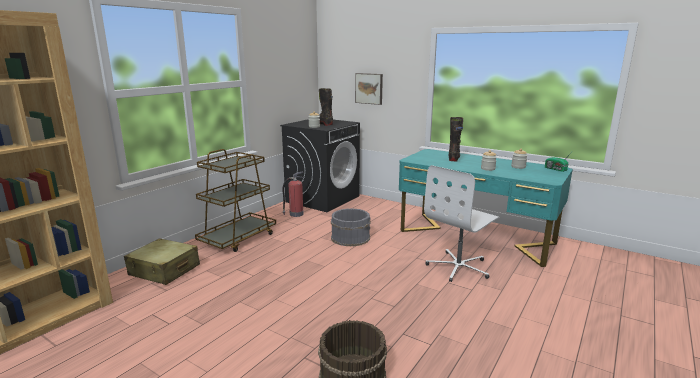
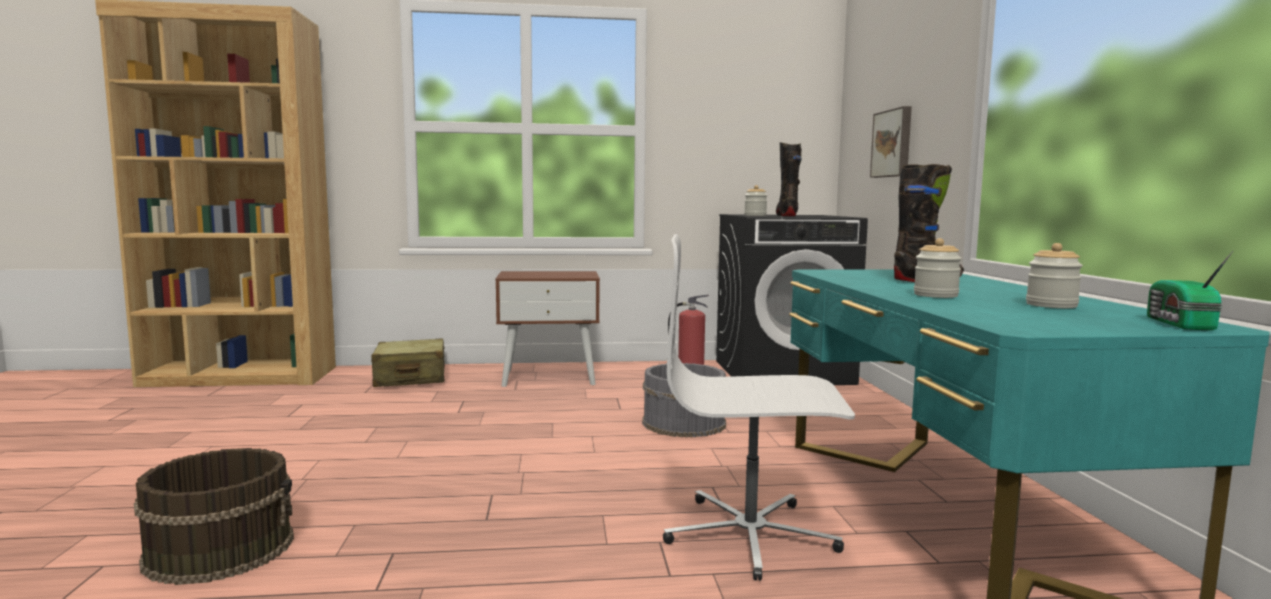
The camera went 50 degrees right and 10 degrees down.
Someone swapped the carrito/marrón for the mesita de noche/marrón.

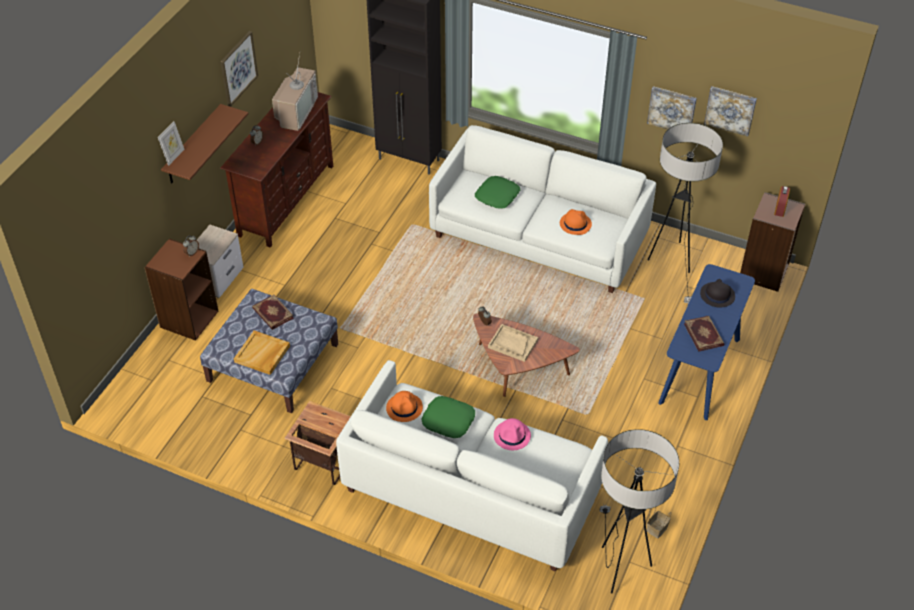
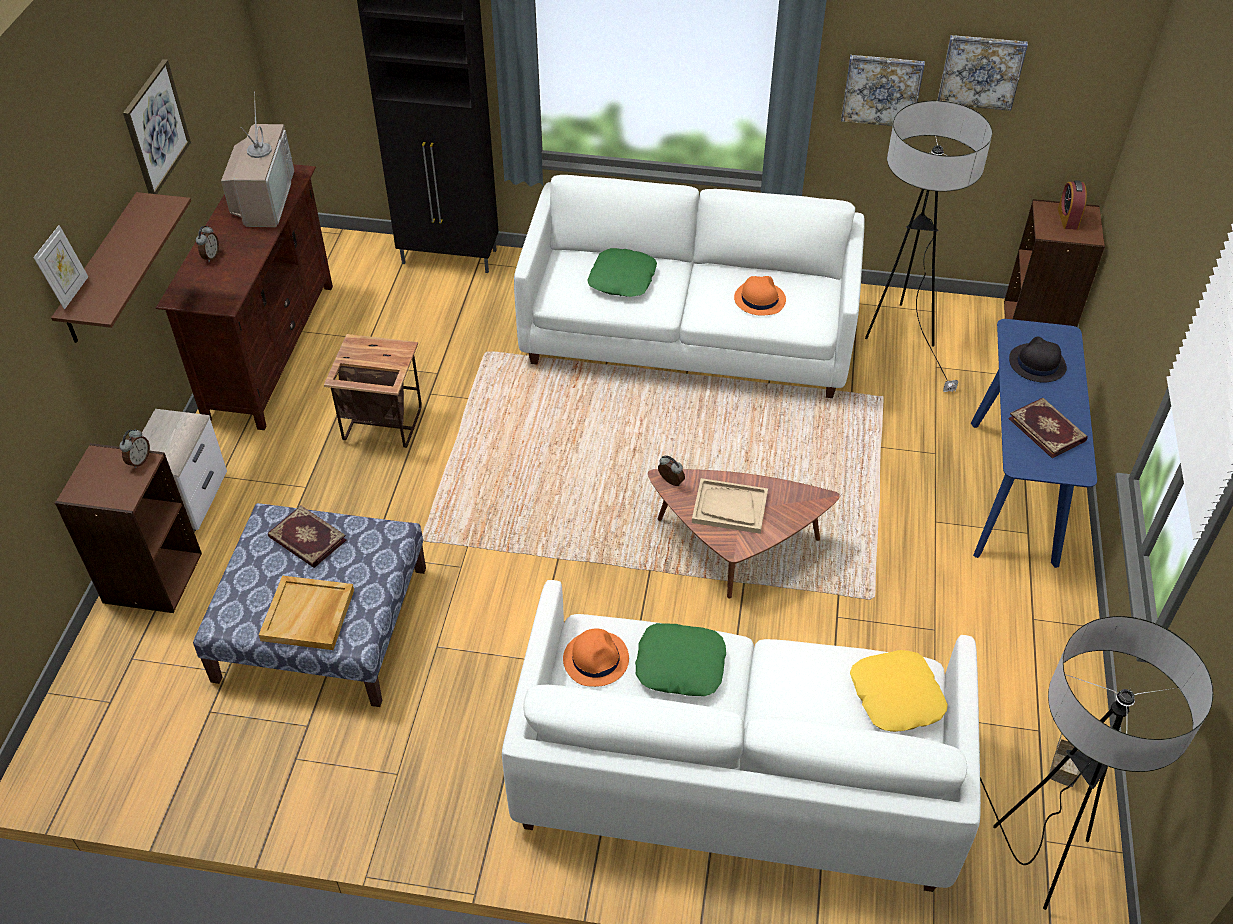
The camera went 15 degrees left and 0 degrees up.
Someone carried the mesa auxiliar.
Someone took away the sombrero/rosa.
Someone put down the cojín/amarillo.

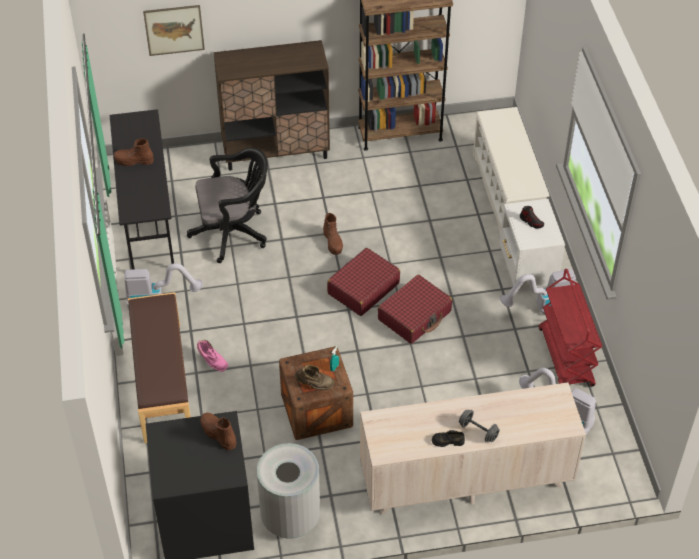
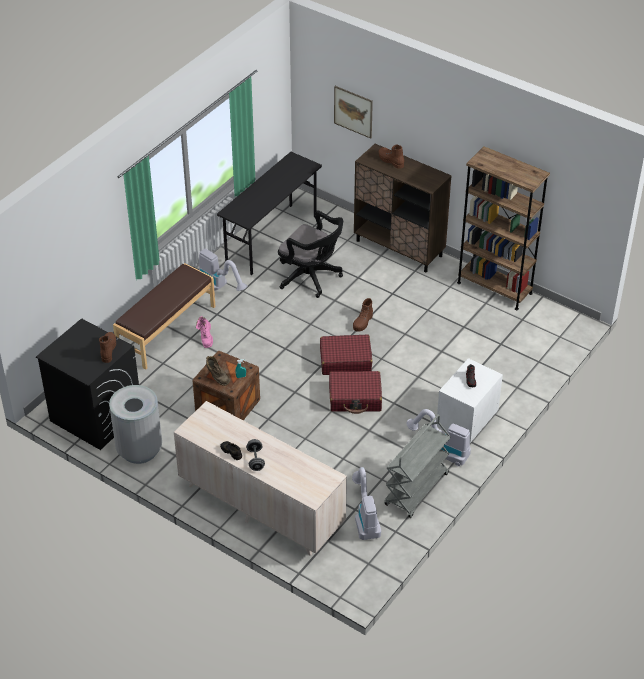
The camera went 45 degrees right and 5 degrees down.
Someone took away the zapatero/blanco.
Someone carried the bota/marrón (1st from left in the first image).
Someone repainted the carrito/rojo, which became the carrito/gris.

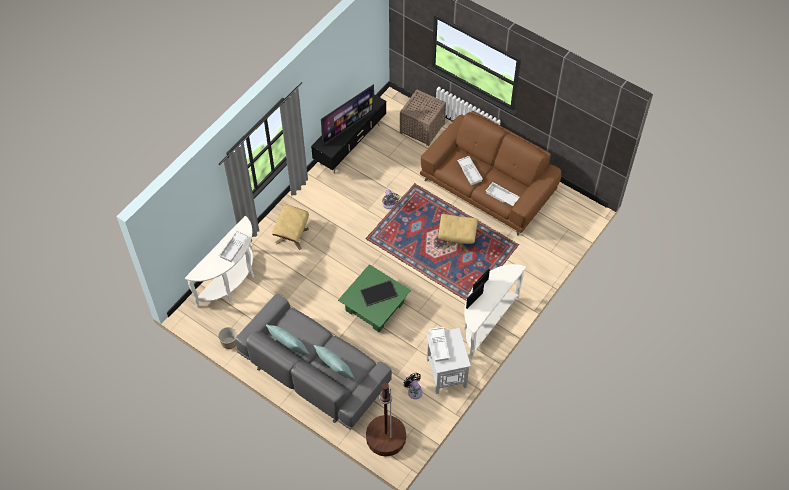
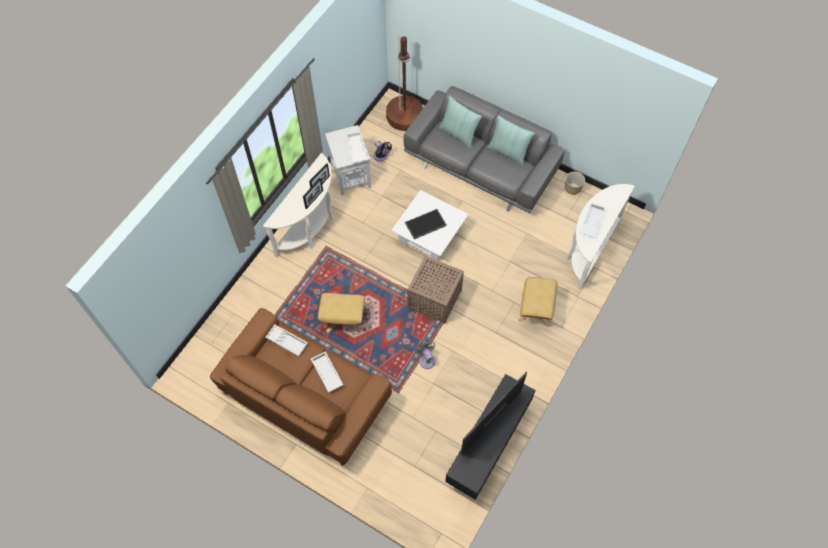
The camera went 175 degrees right and 5 degrees up.
Someone carried the mesa auxiliar/marrón.
Someone repainted the mesa de centro/verde, which became the mesa de centro/blanco.

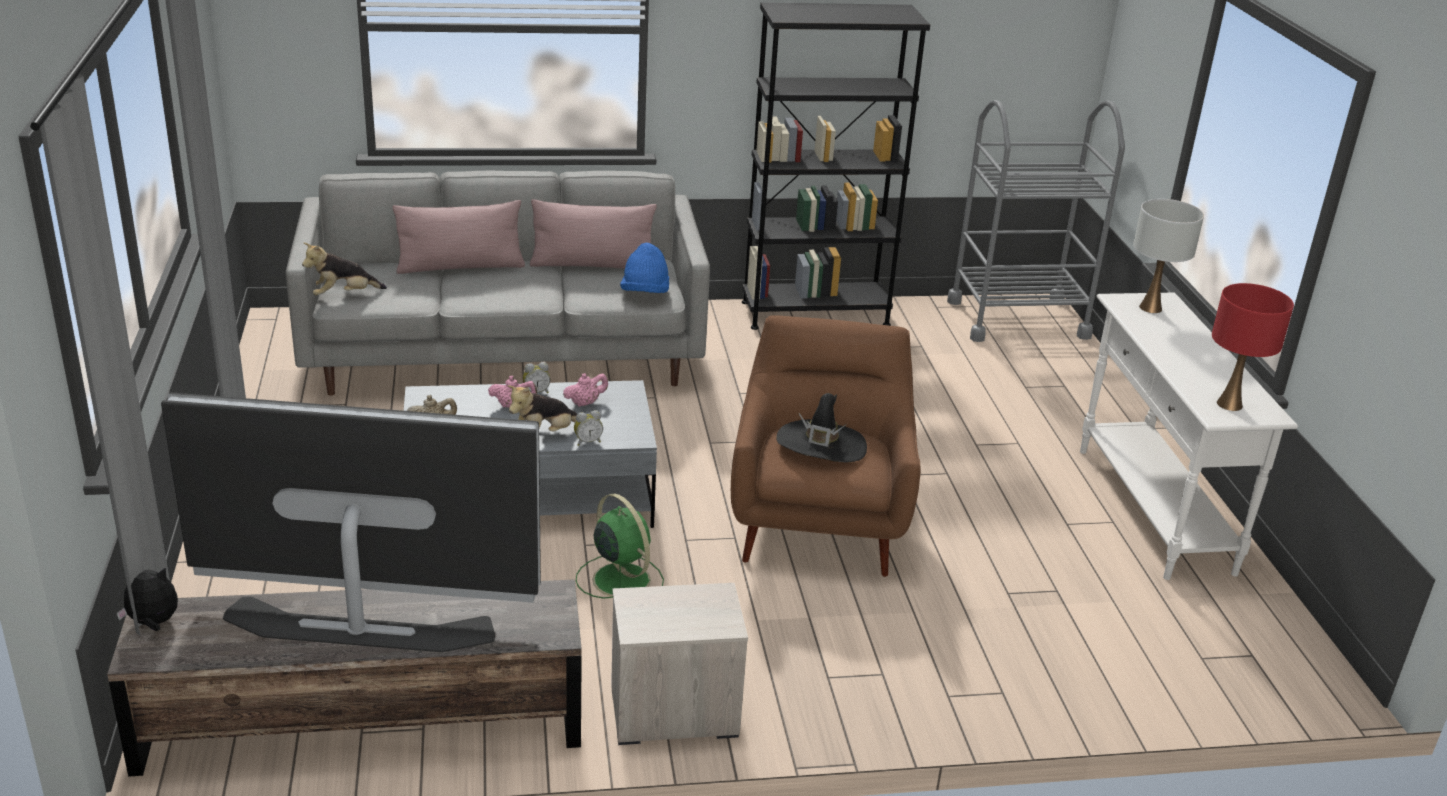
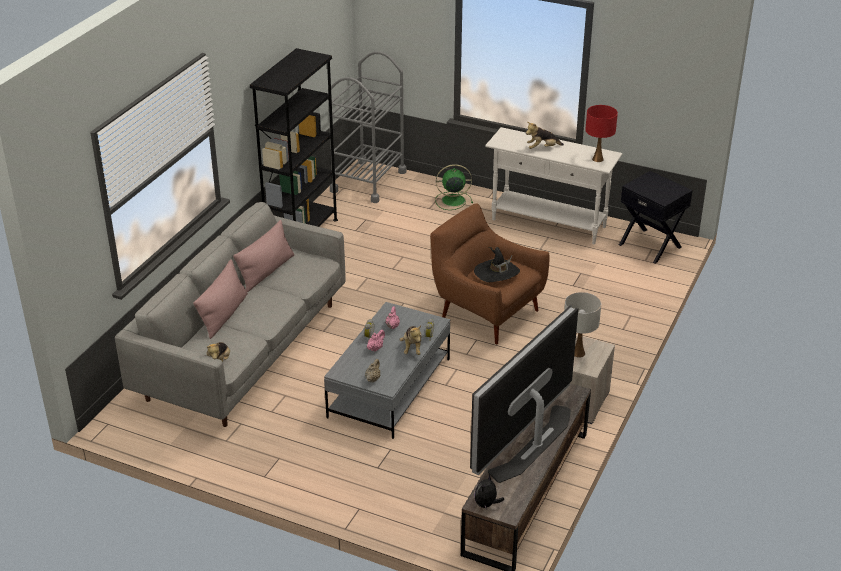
The camera went 55 degrees left and 5 degrees up.
Someone carried the lámpara de mesa/blanco.
Someone took away the sombrero/azul.
Someone carried the ventilador/verde.
Someone put down the peluche (4th from left).
Someone put down the mesa auxiliar/negro.

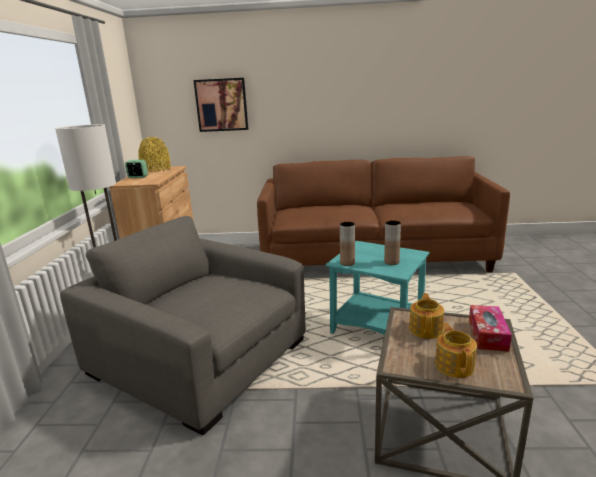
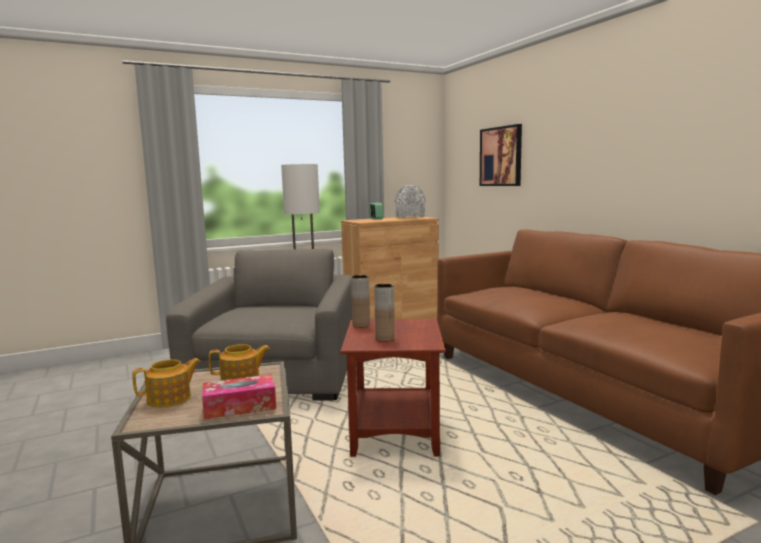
The camera went 60 degrees right and 10 degrees down.
Someone repainted the florero/amarillo, which became the florero/gris.
Someone repainted the mesa auxiliar/turquesa, which became the mesa auxiliar/marrón (2nd from left).

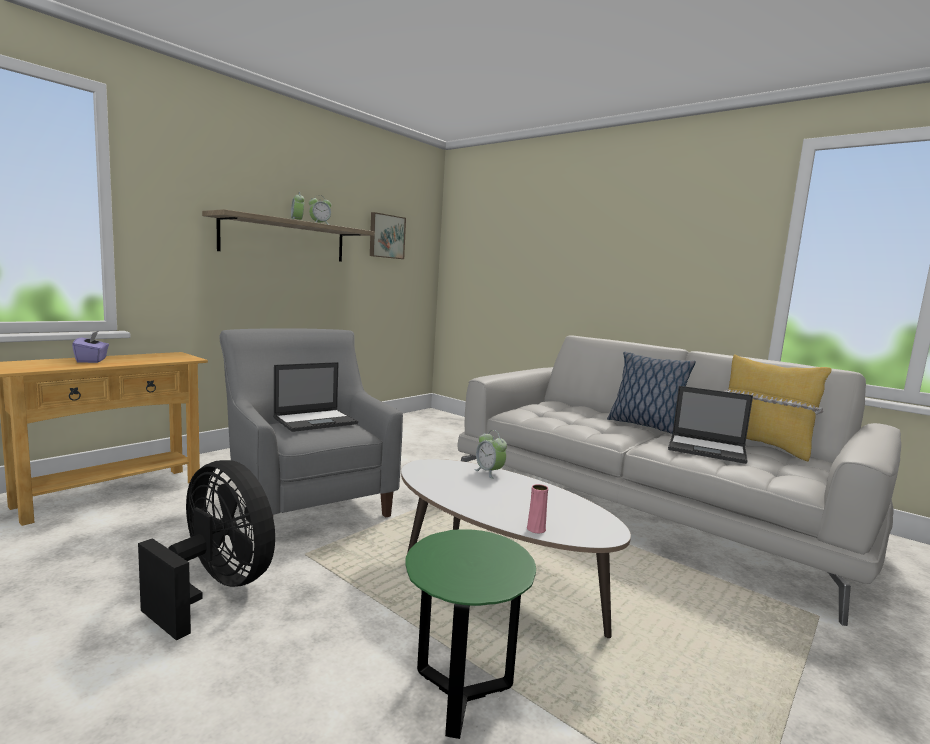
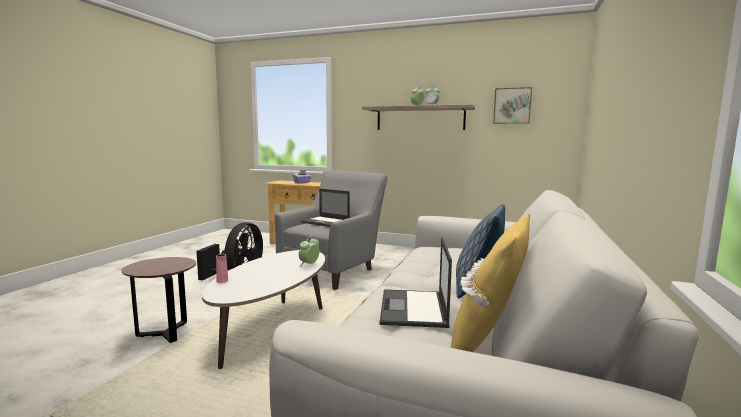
The camera went 70 degrees right and 0 degrees up.
Someone repainted the mesa auxiliar/verde, which became the mesa auxiliar/marrón.

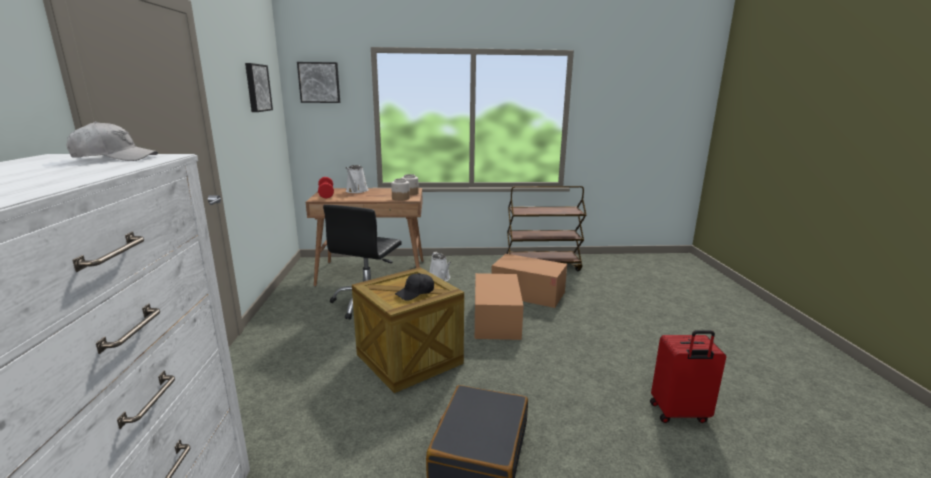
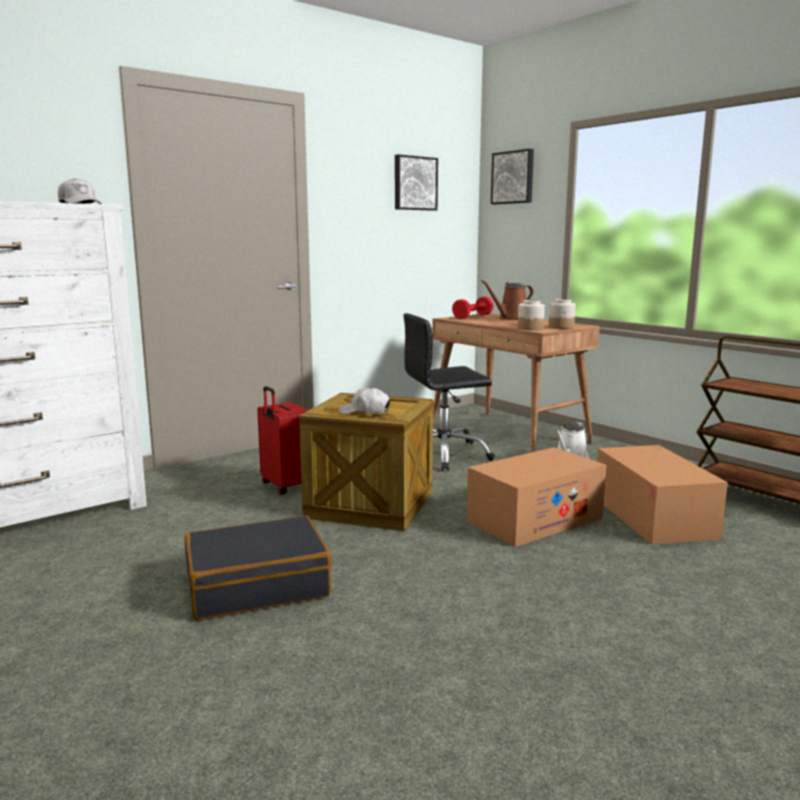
The camera went 55 degrees right and 5 degrees down.
Someone repainted the regadera/blanco (1st from left), which became the regadera/marrón.
Someone repainted the gorra/negro, which became the gorra/blanco (2nd from left).
Someone carried the maleta/rojo.

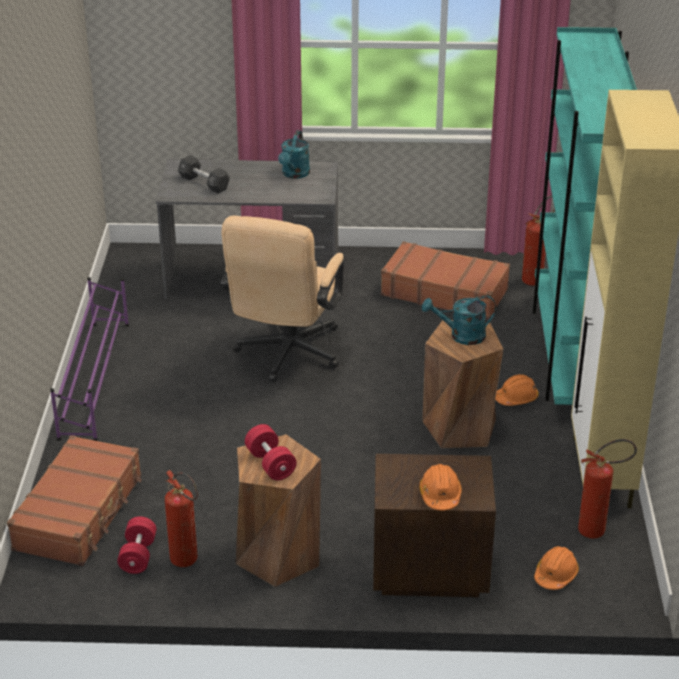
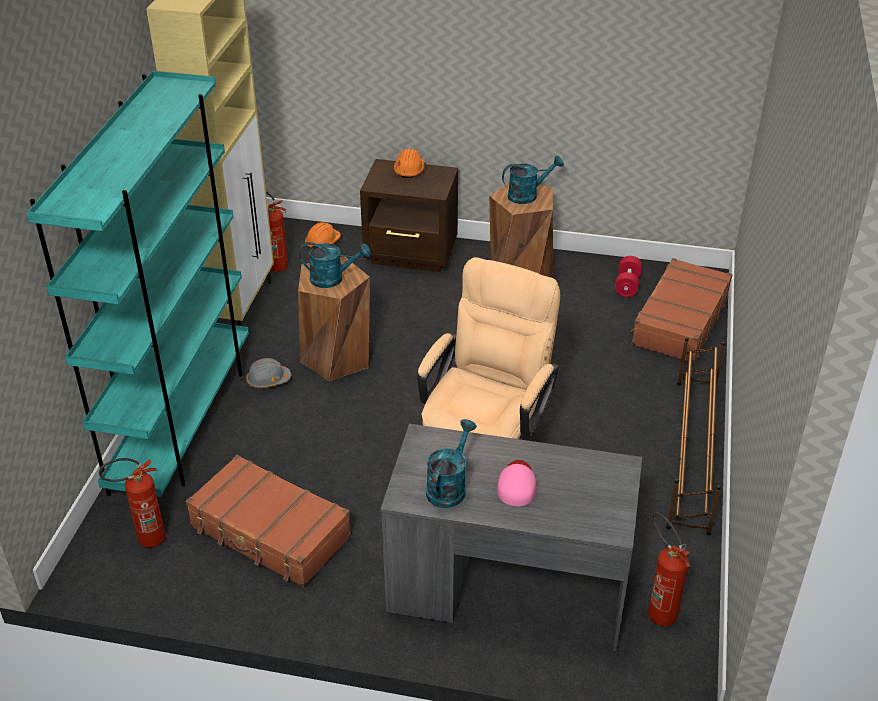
The camera went 170 degrees left and 5 degrees up.
Someone took away the mancuerna/negro.
Someone repainted the zapatero/morado, which became the zapatero/marrón.
Someone repainted the casco/naranja (2nd from left), which became the casco/gris.
Someone swapped the mancuerna/rojo (2nd from left) for the regadera/turquesa (3rd from left).
Someone carried the extintor (1st from left in the first image).
Someone put down the gorra/rosa.

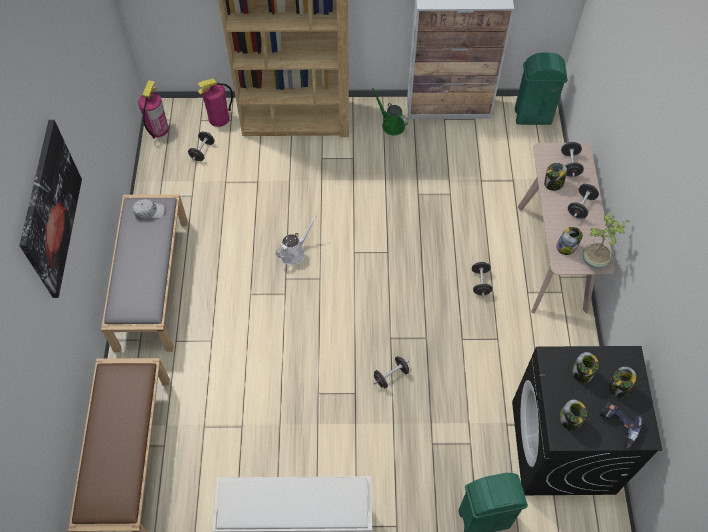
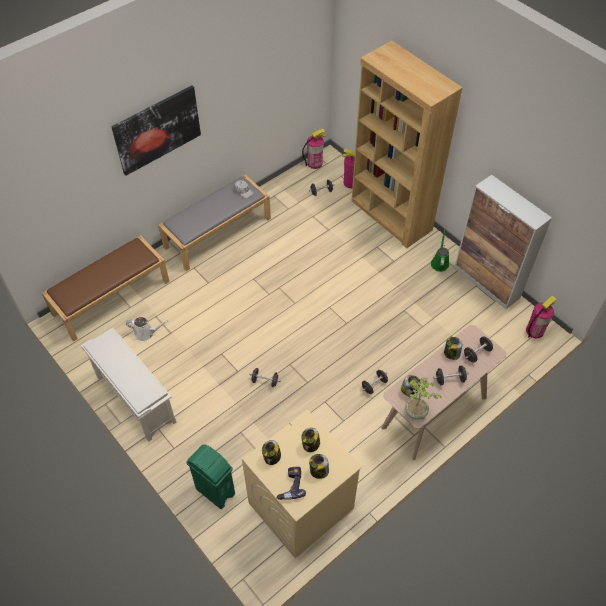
The camera went 50 degrees right and 5 degrees down.
Someone swapped the papelera/verde (2nd from left) for the extintor (3rd from left).
Someone carried the regadera/blanco.
Someone repainted the lavadora/negro, which became the lavadora/beis.

